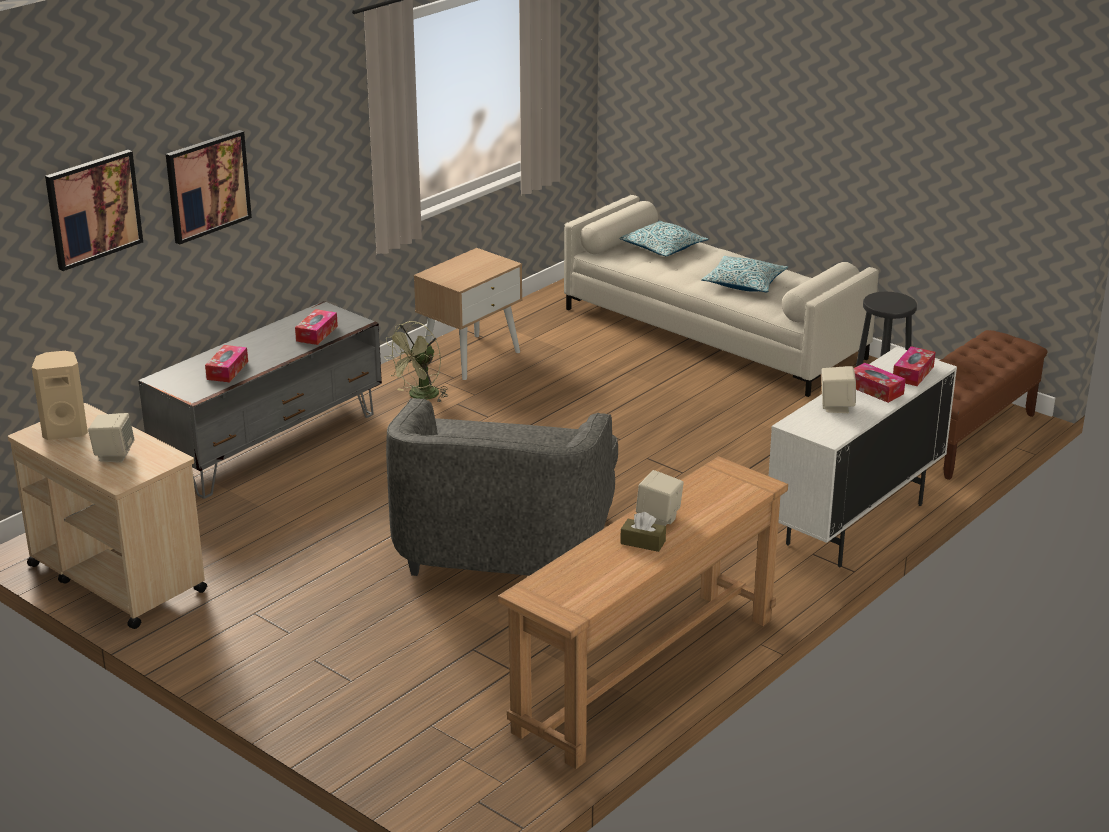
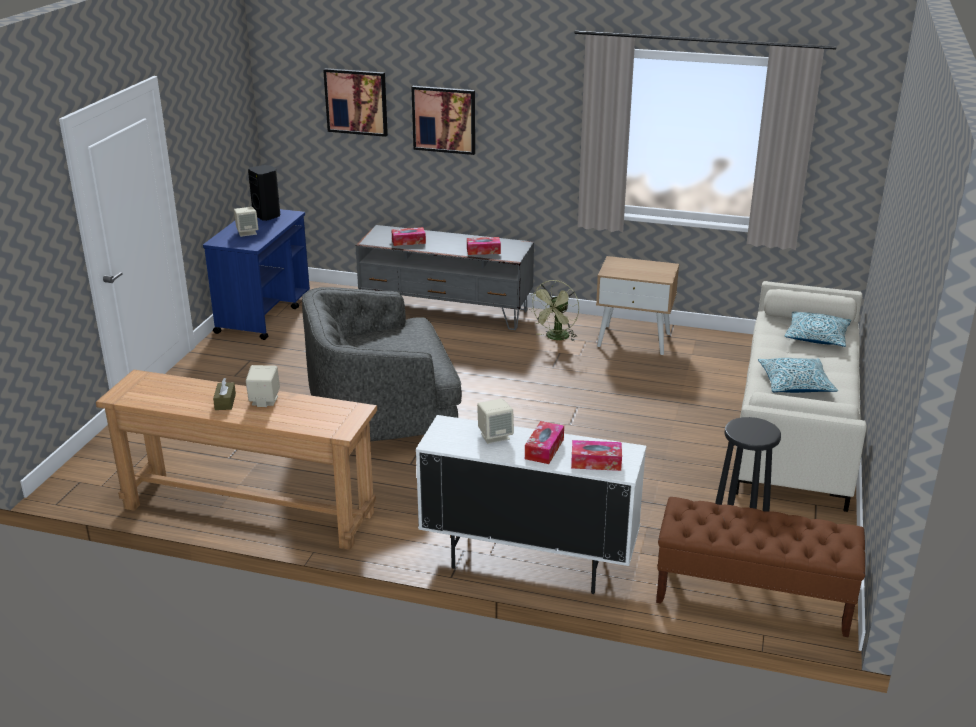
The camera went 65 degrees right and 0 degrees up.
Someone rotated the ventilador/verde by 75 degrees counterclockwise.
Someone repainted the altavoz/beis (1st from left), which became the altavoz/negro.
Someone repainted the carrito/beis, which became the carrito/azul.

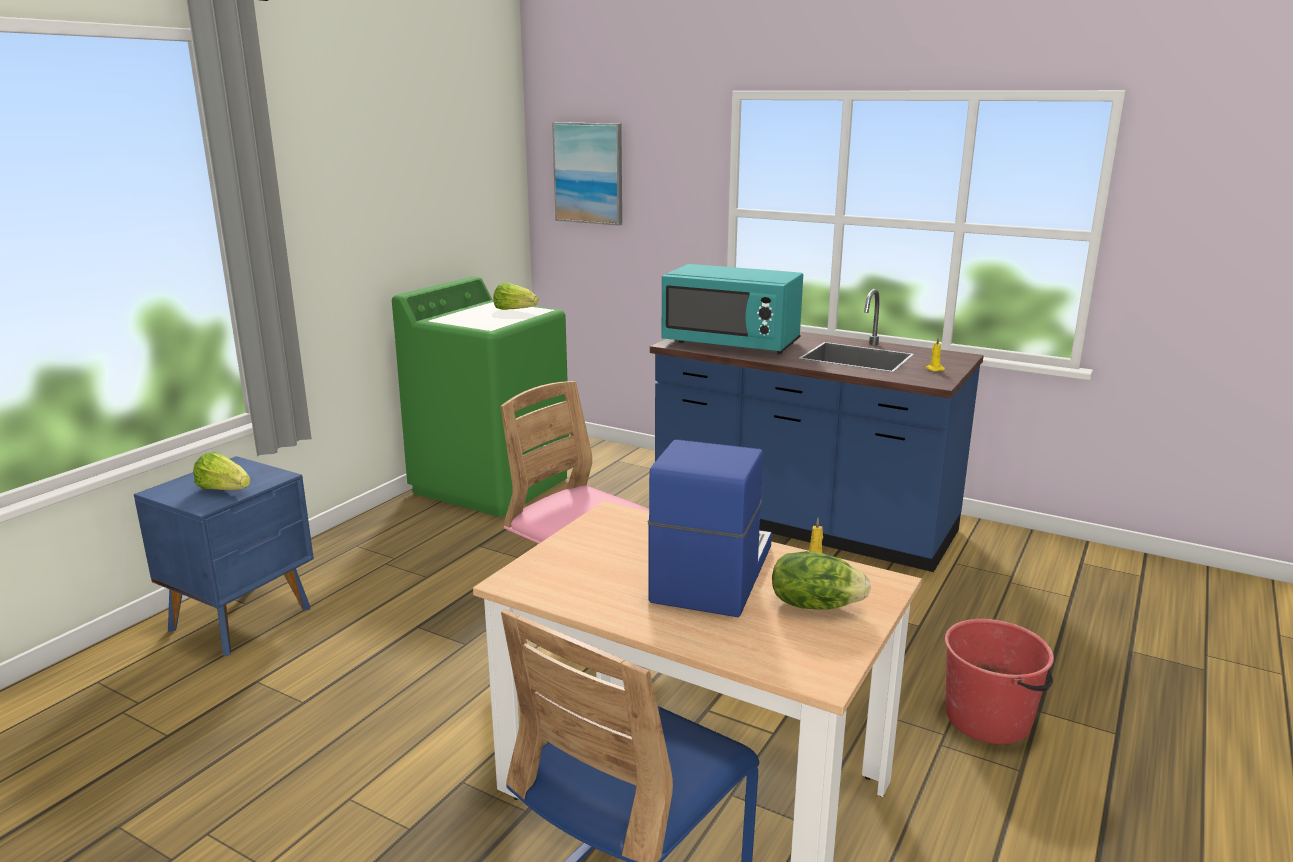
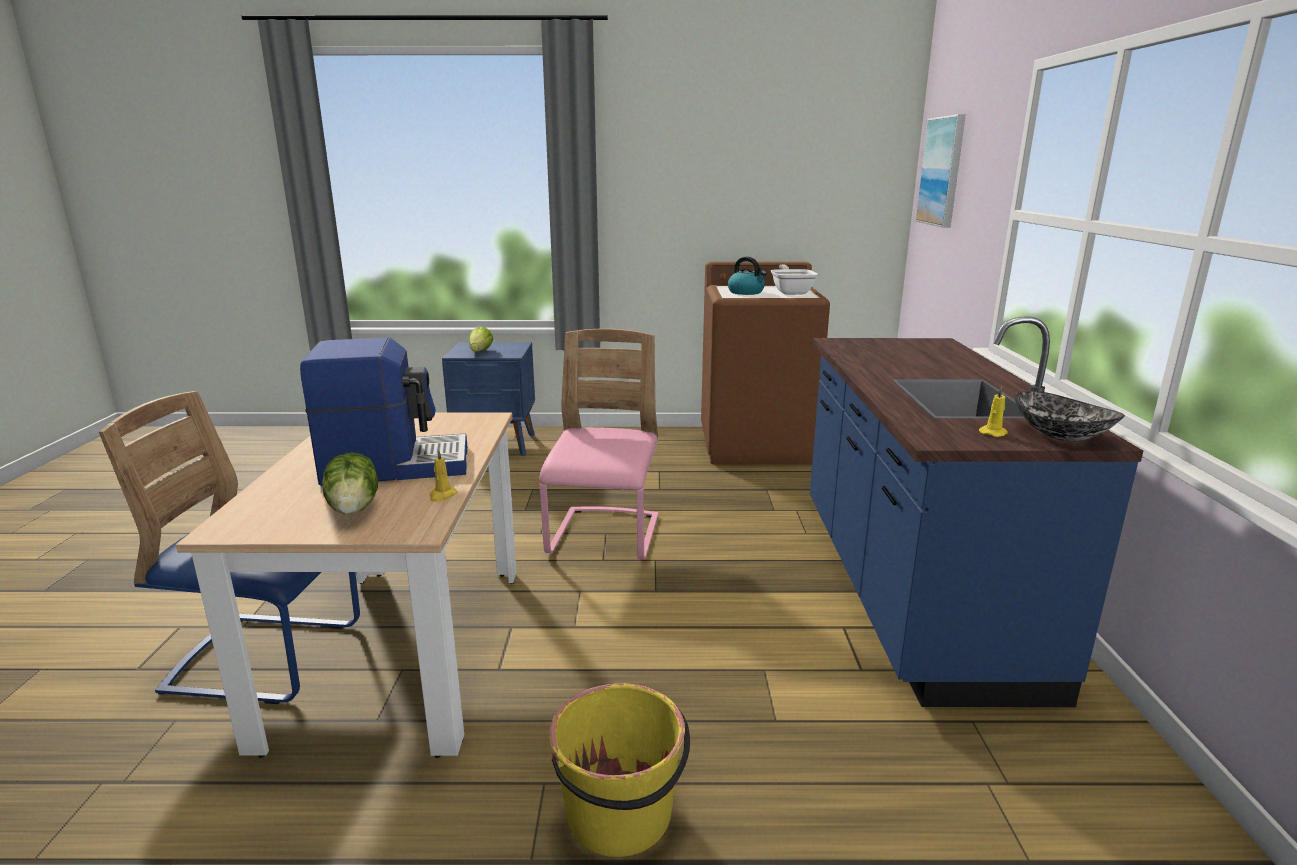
The camera went 60 degrees right and 0 degrees up.
Someone took away the microondas/turquesa.
Someone repainted the lavadora/verde, which became the lavadora/marrón.
Someone swapped the lechuga (2nd from left) for the sartén.
Someone repainted the cubo/rojo, which became the cubo/amarillo.
Someone put down the hervidor.
Someone put down the cuenco.

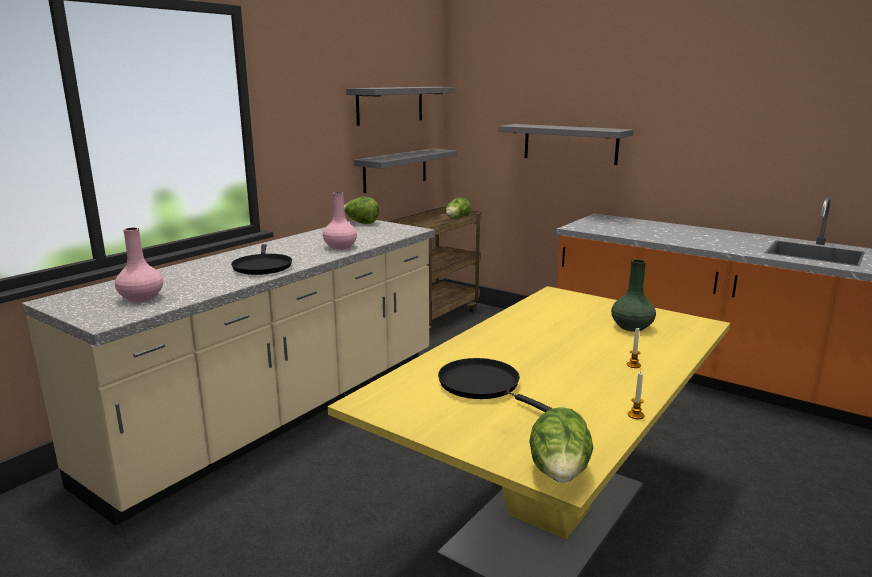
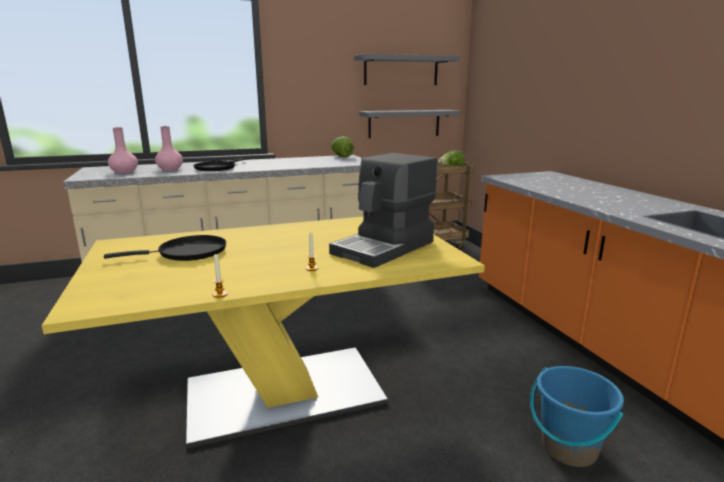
The camera went 35 degrees right and 0 degrees up.
Someone took away the estante/gris (3rd from left).
Someone carried the florero/rosa (2nd from left).
Someone swapped the florero/verde for the cafetera.
Someone rotated the sartén/negro (2nd from left in the first image) by 75 degrees clockwise.
Someone took away the lechuga (3rd from left).
Someone put down the cubo/azul.

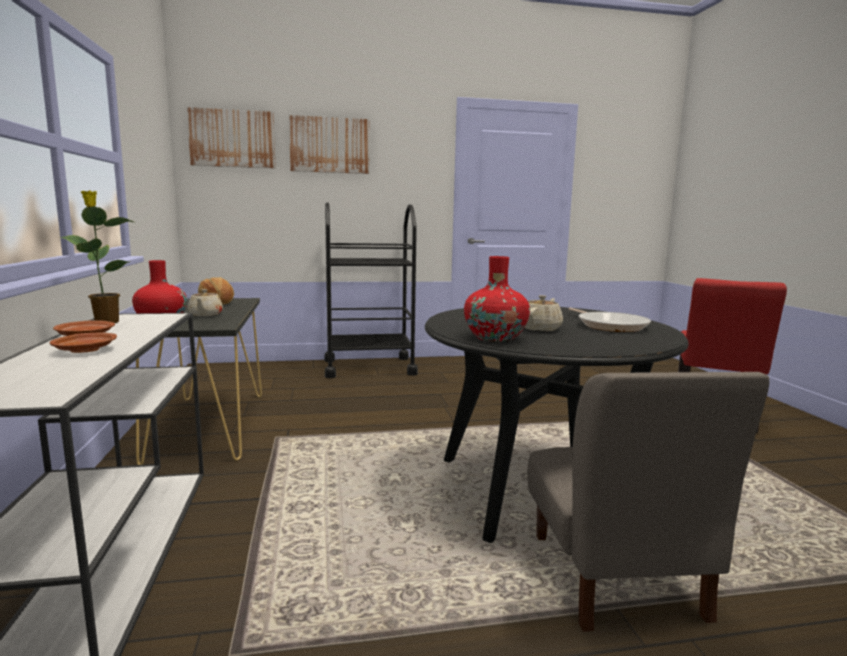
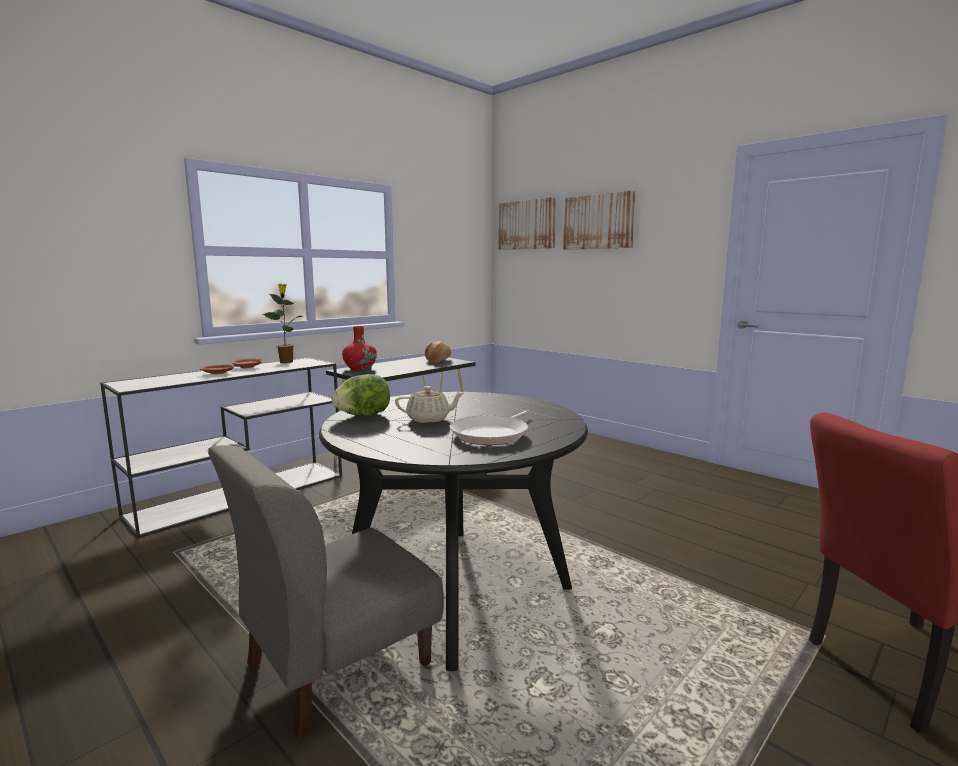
The camera went 55 degrees right and 0 degrees up.
Someone took away the carrito/negro.
Someone swapped the florero/rojo (2nd from left) for the lechuga.
Someone took away the tetera/beis (1st from left).

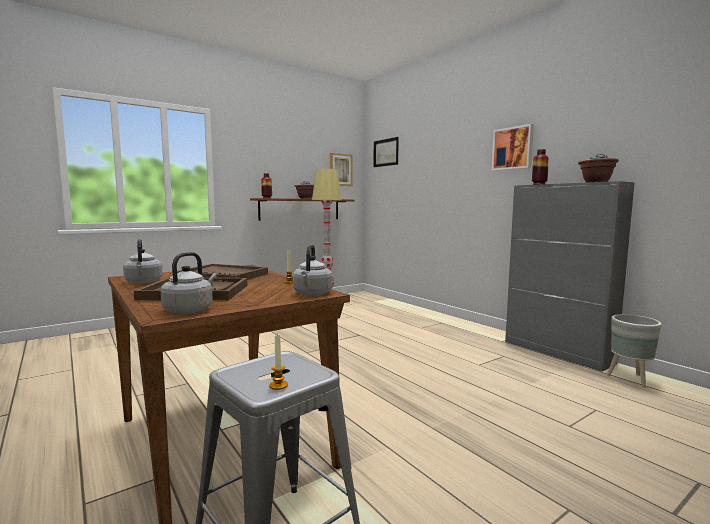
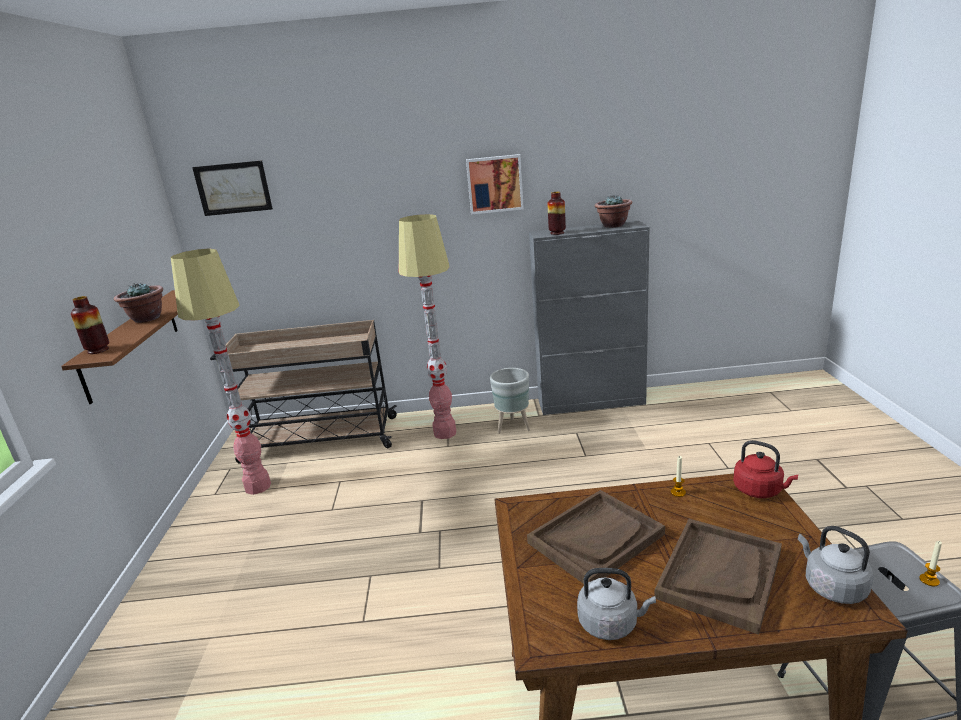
The camera went 55 degrees left and 15 degrees up.
Someone took away the cuadro (1st from left).
Someone repainted the hervidor/gris (3rd from left), which became the hervidor/rojo.
Someone carried the maceta/gris.
Someone put down the lámpara de pie (2nd from left).
Someone put down the carrito/beis.

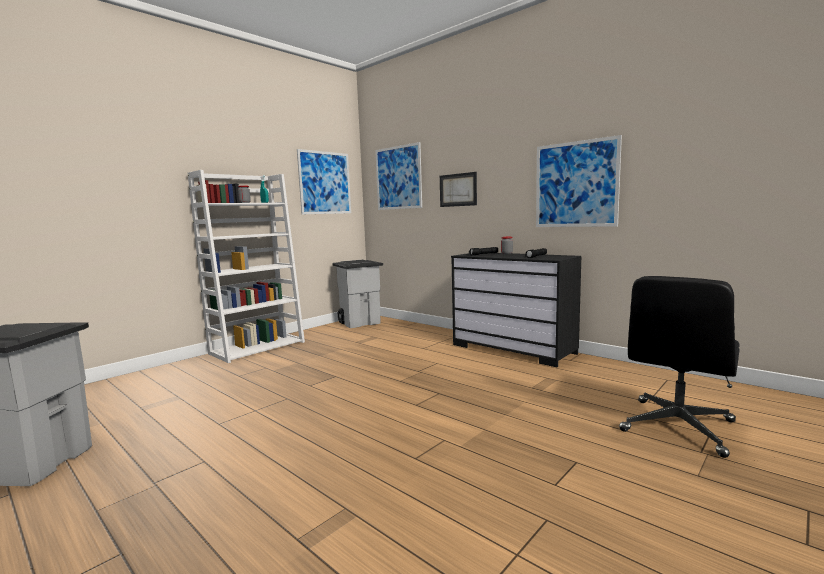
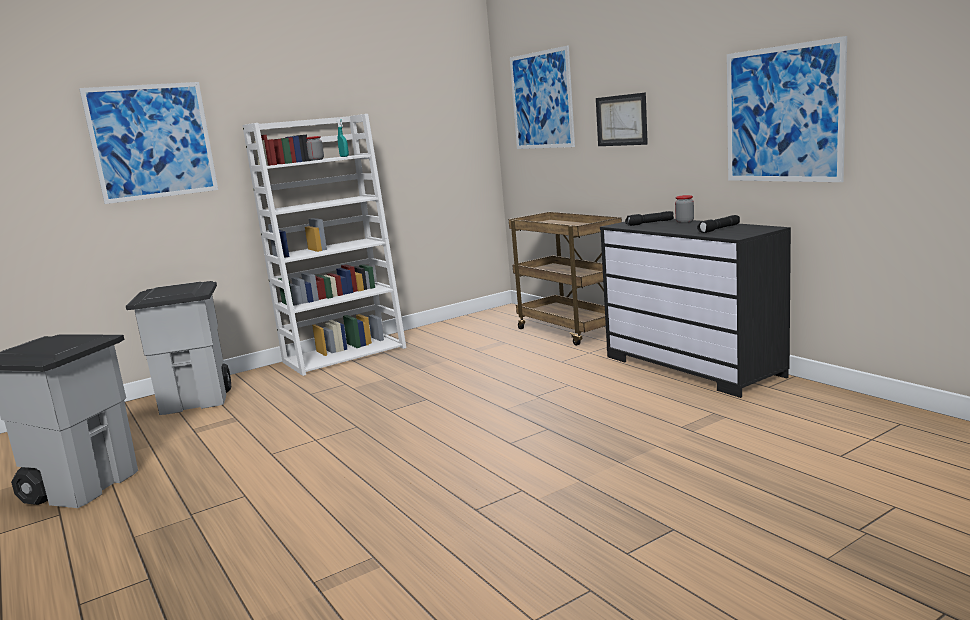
The camera went 15 degrees right and 5 degrees up.
Someone carried the cuadro (1st from left).
Someone carried the papelera/gris (2nd from left).
Someone took away the silla de oficina/negro.
Someone put down the carrito/marrón.

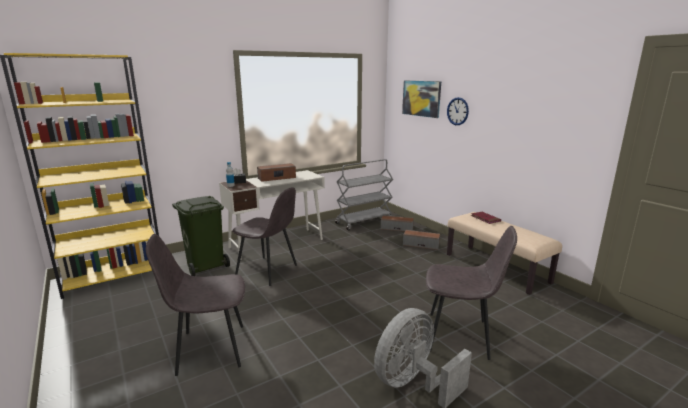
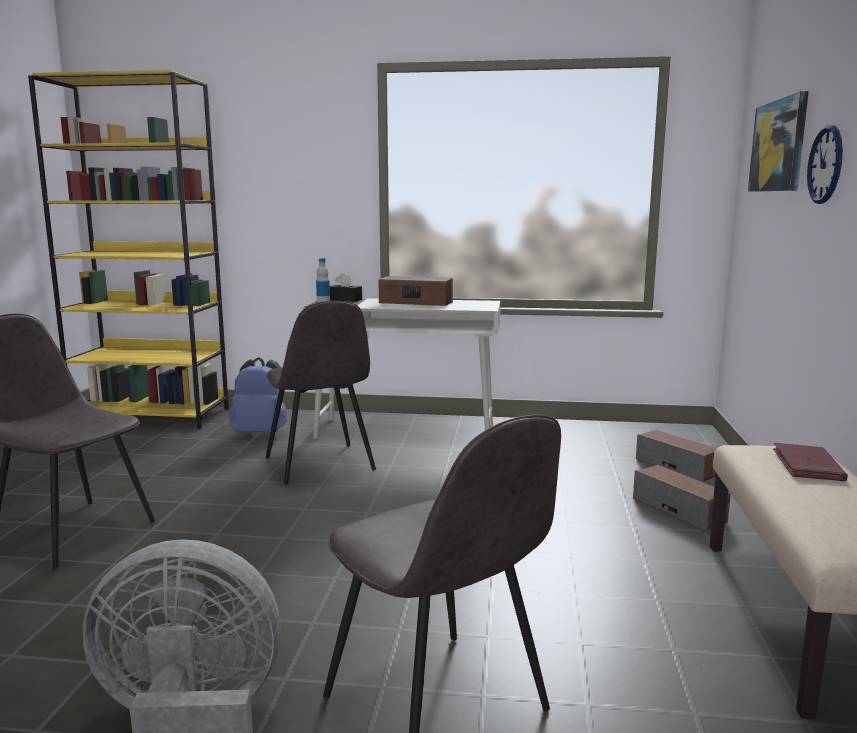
The camera went 40 degrees right and 5 degrees down.
Someone took away the carrito/gris.
Someone swapped the papelera/verde for the mochila/azul.

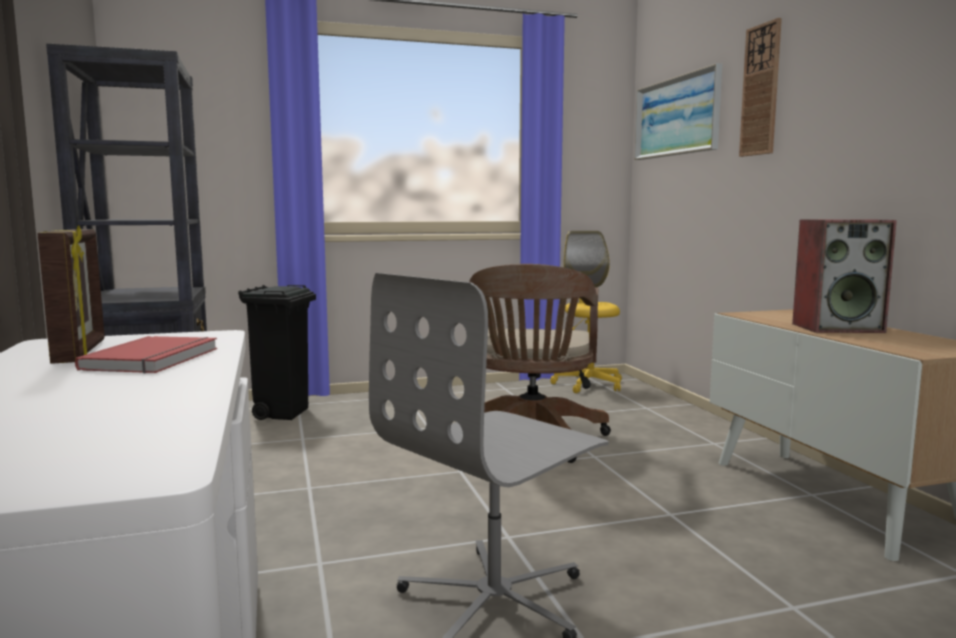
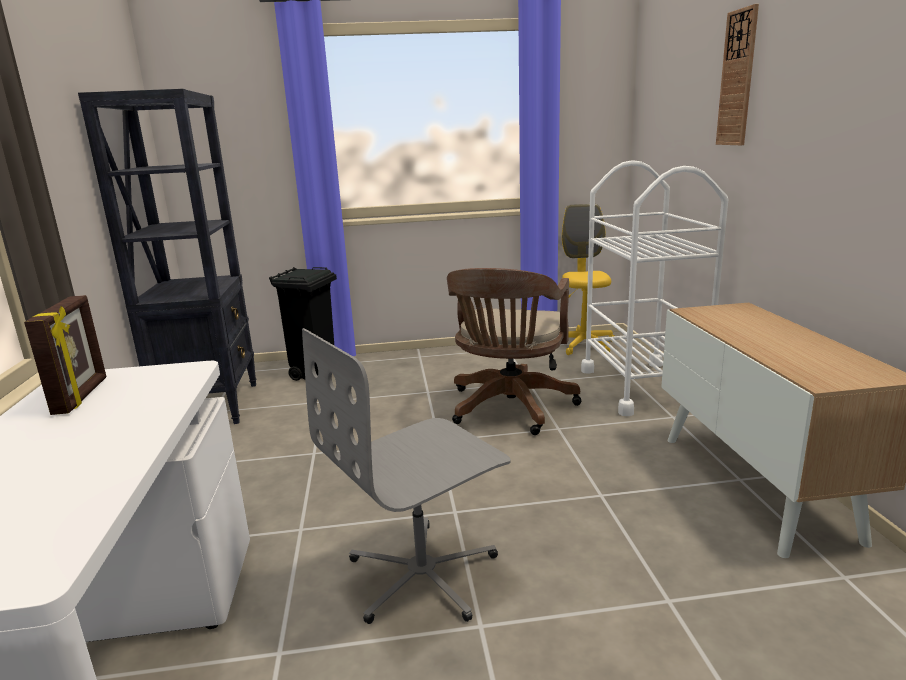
The camera went 10 degrees right and 10 degrees up.
Someone took away the cuadro.
Someone took away the altavoz.
Someone took away the libro/rojo.
Someone put down the carrito/blanco.

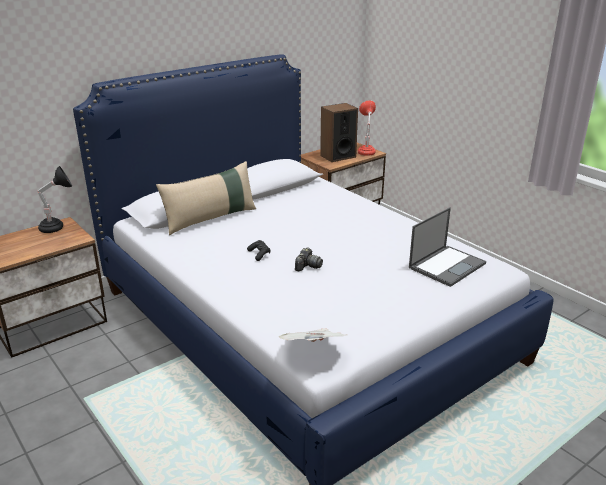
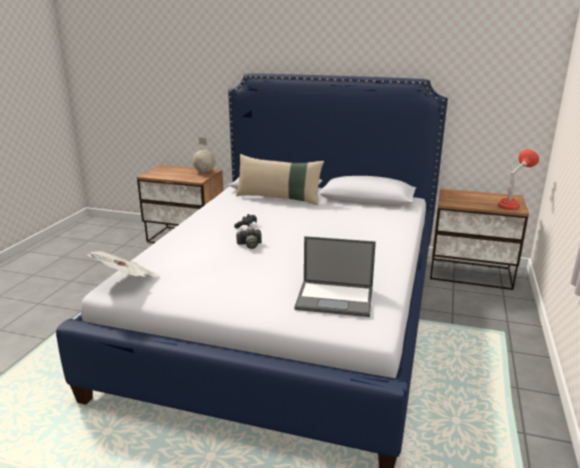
The camera went 55 degrees right and 5 degrees down.
Someone took away the altavoz.
Someone swapped the lámpara de mesa/negro for the globo terráqueo.

